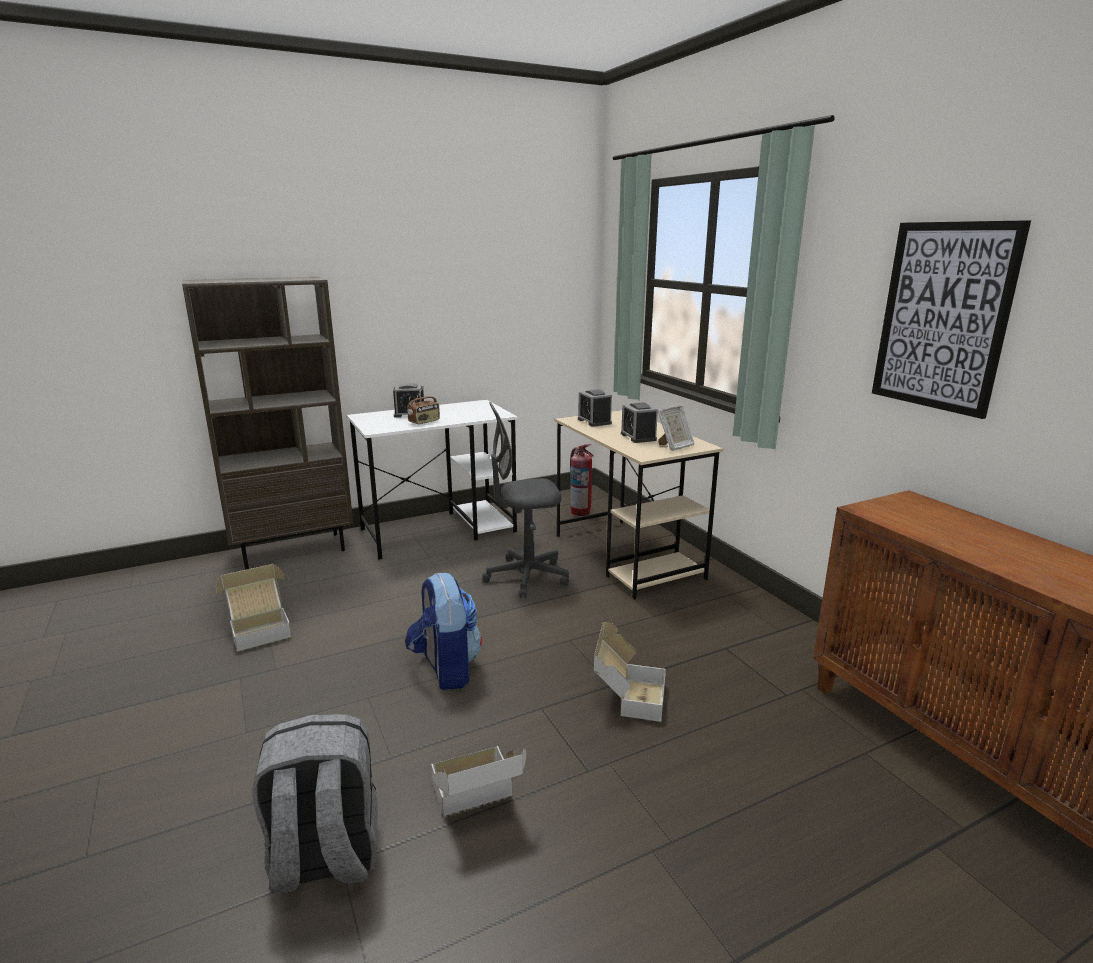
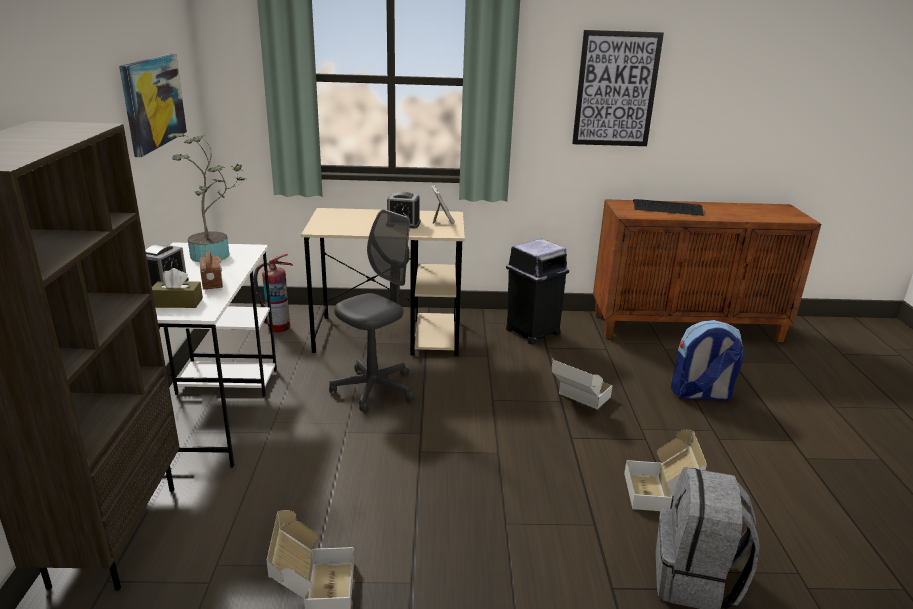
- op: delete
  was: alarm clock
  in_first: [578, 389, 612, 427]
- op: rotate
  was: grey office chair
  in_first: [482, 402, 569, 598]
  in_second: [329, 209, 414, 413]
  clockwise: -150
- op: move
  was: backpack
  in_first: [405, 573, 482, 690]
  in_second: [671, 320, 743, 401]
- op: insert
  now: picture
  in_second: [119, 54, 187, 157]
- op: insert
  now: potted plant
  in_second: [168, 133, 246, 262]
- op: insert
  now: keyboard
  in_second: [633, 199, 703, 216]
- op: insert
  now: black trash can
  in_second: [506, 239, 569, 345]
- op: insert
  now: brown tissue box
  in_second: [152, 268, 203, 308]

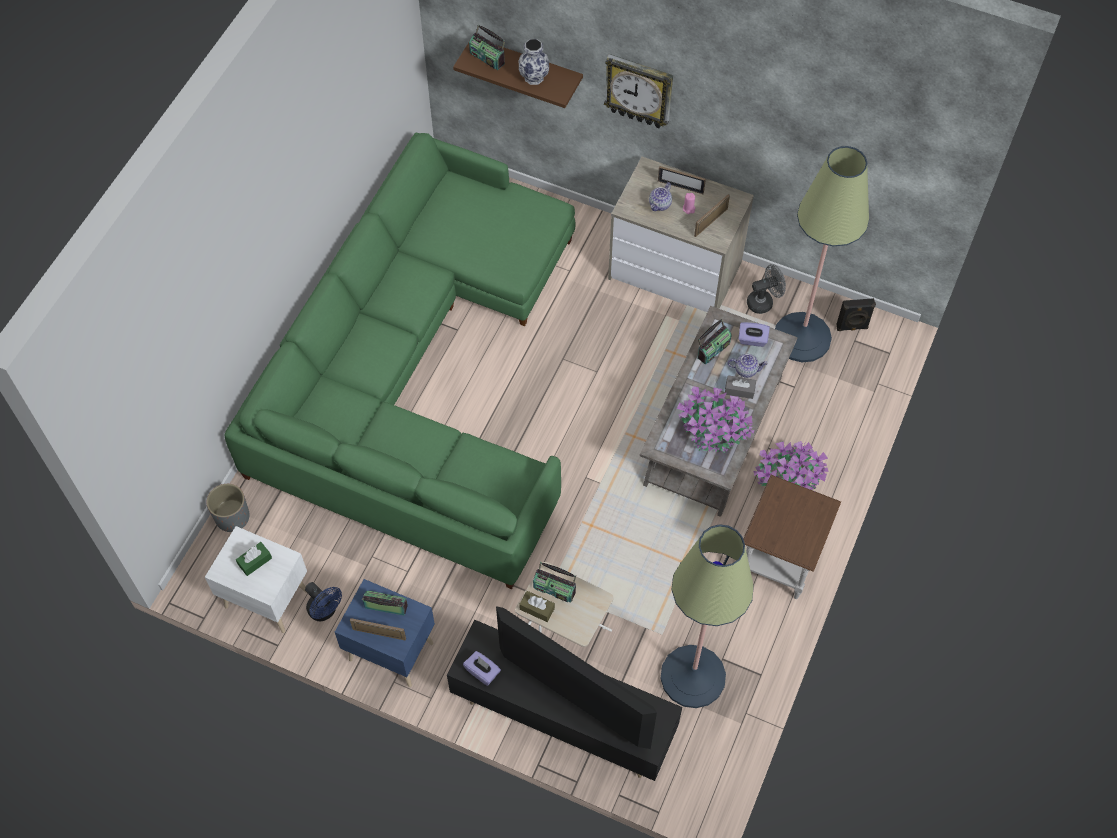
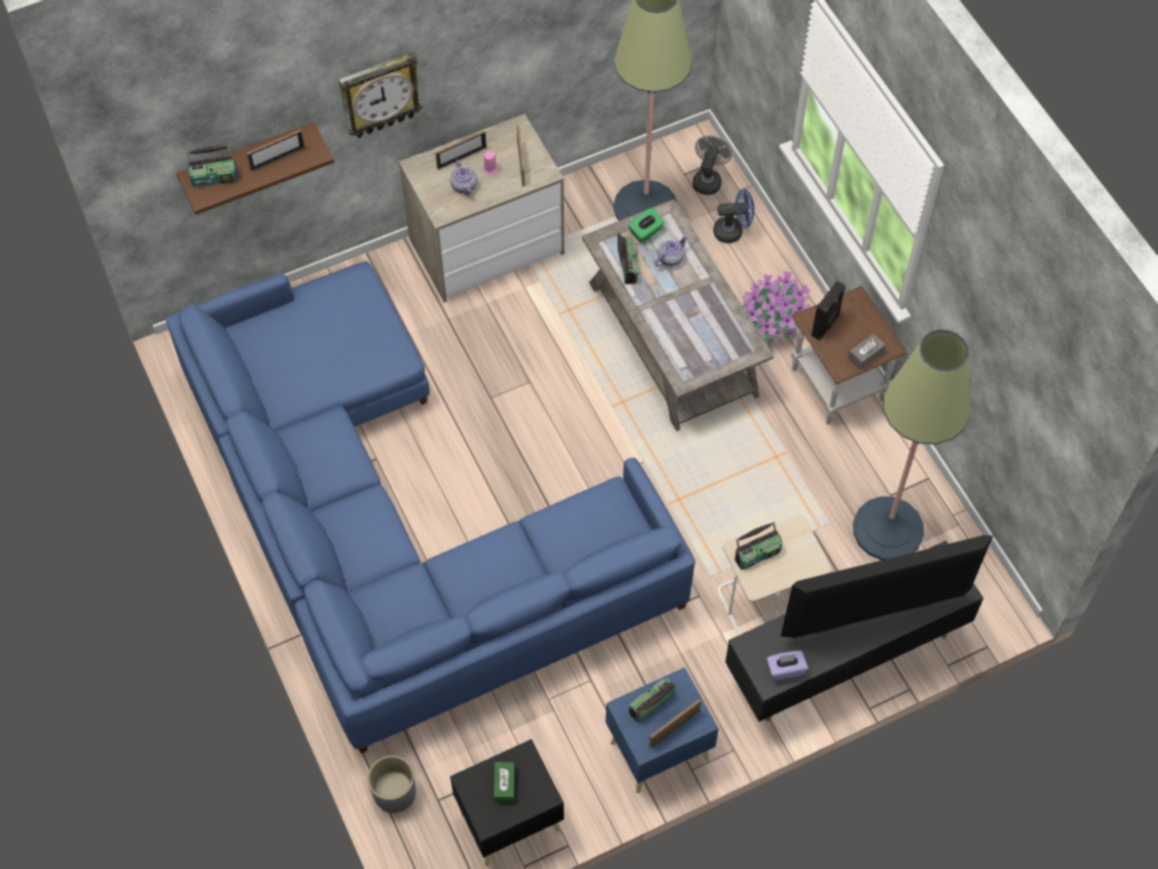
- op: replace
  was: vase
  now: picture frame
  in_first: [519, 39, 549, 85]
  in_second: [246, 129, 305, 172]
- op: recolor
  was: green sofa
  now: blue sofa
  in_first: [224, 133, 576, 589]
  in_second: [166, 261, 695, 754]
- op: move
  was: grey fan
  in_first: [747, 264, 786, 314]
  in_second: [693, 136, 732, 195]
- op: move
  was: black speaker
  in_first: [836, 298, 876, 331]
  in_second: [811, 281, 846, 341]
- op: recolor
  was: purple tissue box
  now: green tissue box
  in_first: [739, 322, 770, 347]
  in_second: [628, 208, 665, 243]
- op: move
  was: grey tissue box
  in_first: [725, 375, 756, 399]
  in_second: [848, 334, 885, 369]
- op: delete
  was: potted plant
  in_first: [677, 386, 754, 453]
- op: recolor
  was: white nightstand
  now: black nightstand
  in_first: [205, 526, 307, 633]
  in_second: [450, 739, 564, 866]
- op: move
  was: blue fan
  in_first: [305, 582, 342, 621]
  in_second: [713, 189, 754, 243]
- op: delete
  was: brown tissue box
  in_first: [519, 591, 555, 622]

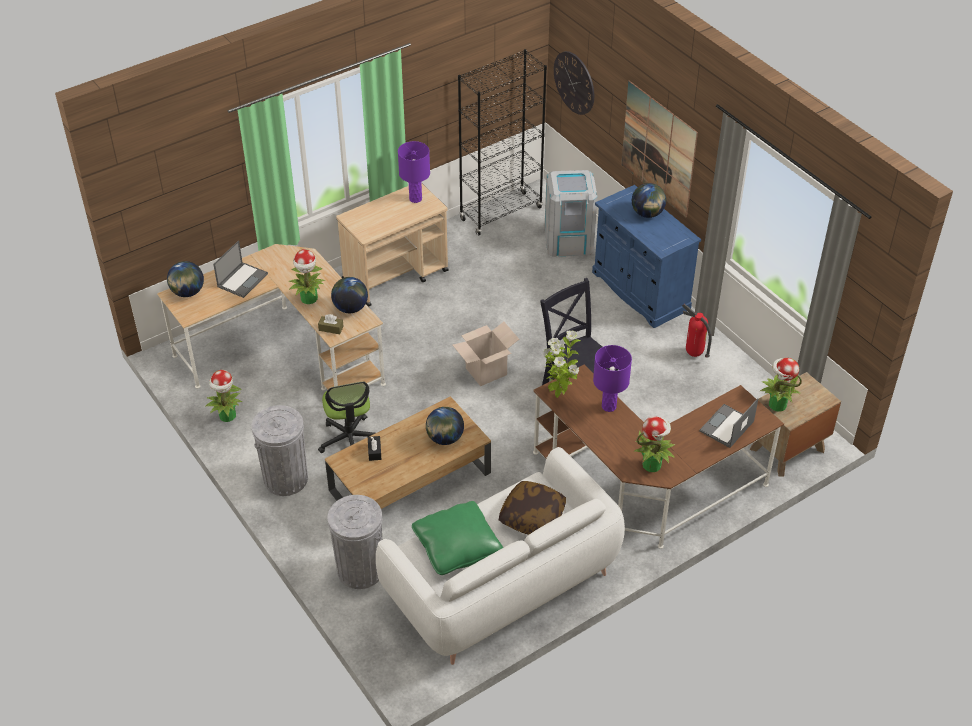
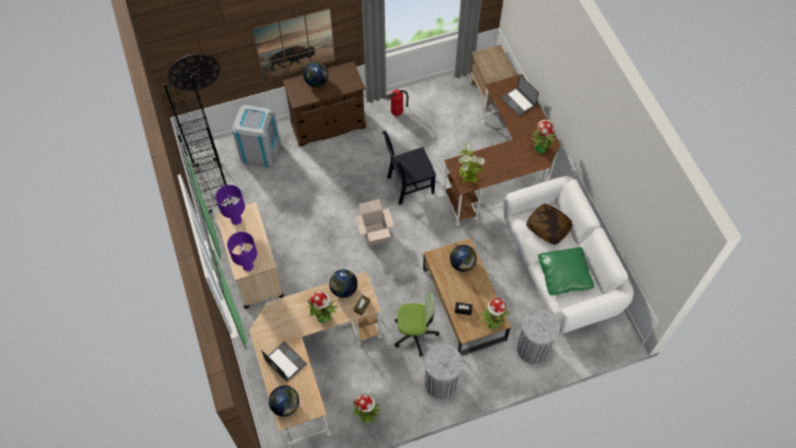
- op: recolor
  was: blue cabinet
  now: brown cabinet
  in_first: [592, 185, 701, 328]
  in_second: [282, 61, 366, 147]
- op: move
  was: purple table lamp
  in_first: [593, 345, 632, 412]
  in_second: [227, 232, 257, 271]
- op: move
  was: potted plant
  in_first: [759, 358, 802, 412]
  in_second: [480, 298, 510, 330]

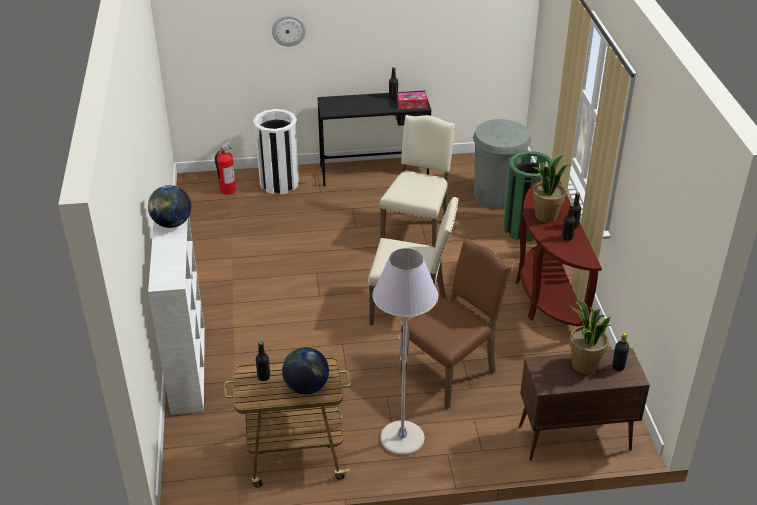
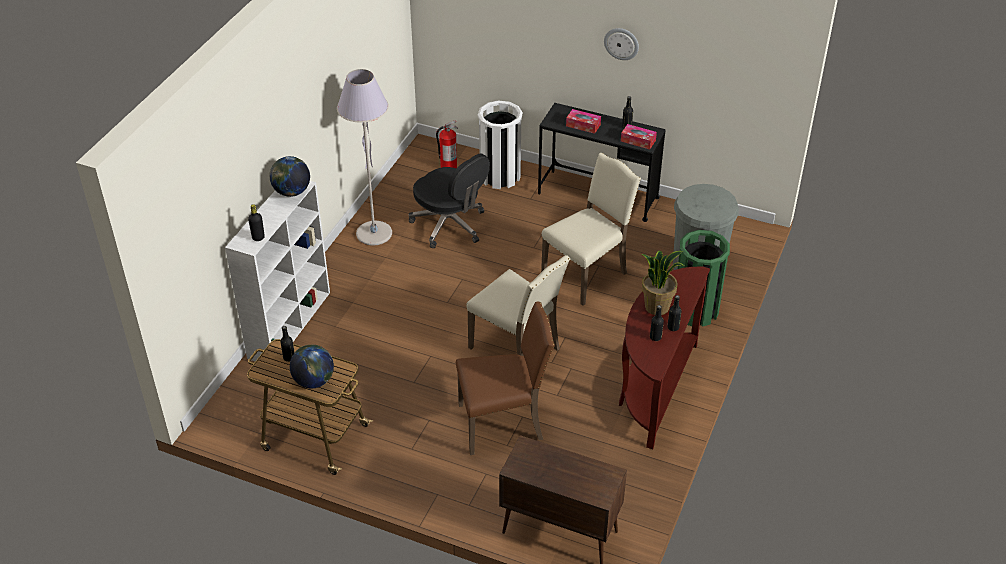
- op: move
  was: wall clock
  in_first: [272, 15, 306, 46]
  in_second: [604, 28, 639, 60]
- op: move
  was: grey floor lamp
  in_first: [372, 248, 438, 455]
  in_second: [337, 69, 392, 245]
- op: delete
  was: potted plant
  in_first: [569, 301, 611, 374]
- op: move
  was: black bottle
  in_first: [612, 332, 629, 371]
  in_second: [248, 204, 265, 241]
- op: insert
  now: tissue box
  in_second: [566, 109, 601, 134]
- op: insert
  now: black office chair
  in_second: [408, 154, 490, 248]

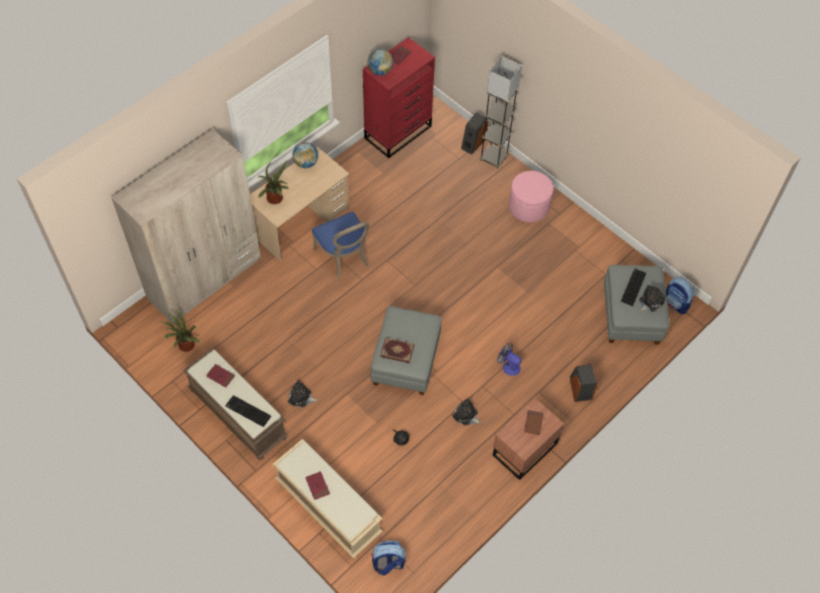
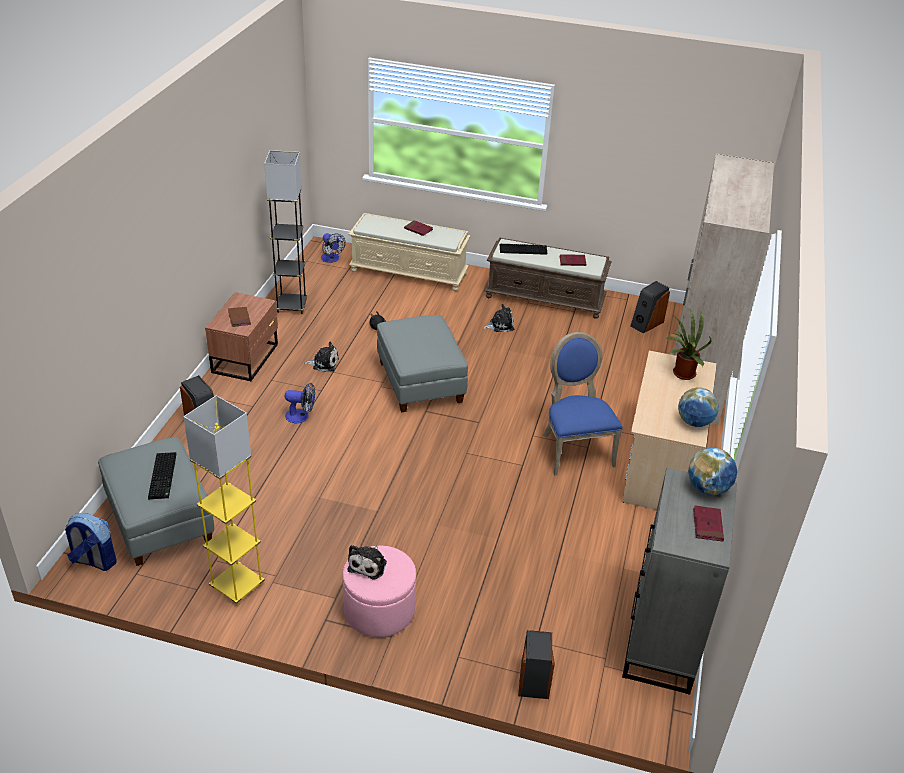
- op: recolor
  was: red dresser
  now: grey dresser
  in_first: [362, 37, 435, 158]
  in_second: [622, 468, 737, 695]
- op: move
  was: grey floor lamp
  in_first: [479, 56, 522, 169]
  in_second: [264, 150, 307, 314]
- op: rotate
  was: blue chair
  in_first: [312, 212, 369, 279]
  in_second: [543, 332, 623, 475]
  clockwise: 45
- op: move
  was: plush toy
  in_first: [639, 285, 665, 313]
  in_second: [347, 545, 387, 579]
- op: replace
  was: potted plant
  now: speaker
  in_first: [160, 310, 200, 352]
  in_second: [630, 281, 670, 333]
- op: delete
  was: book
  in_first: [380, 337, 415, 363]
- op: replace
  was: backpack
  now: fan
  in_first: [371, 541, 406, 575]
  in_second: [321, 233, 346, 263]
- op: insert
  now: yellow floor lamp
  in_second: [183, 395, 264, 605]

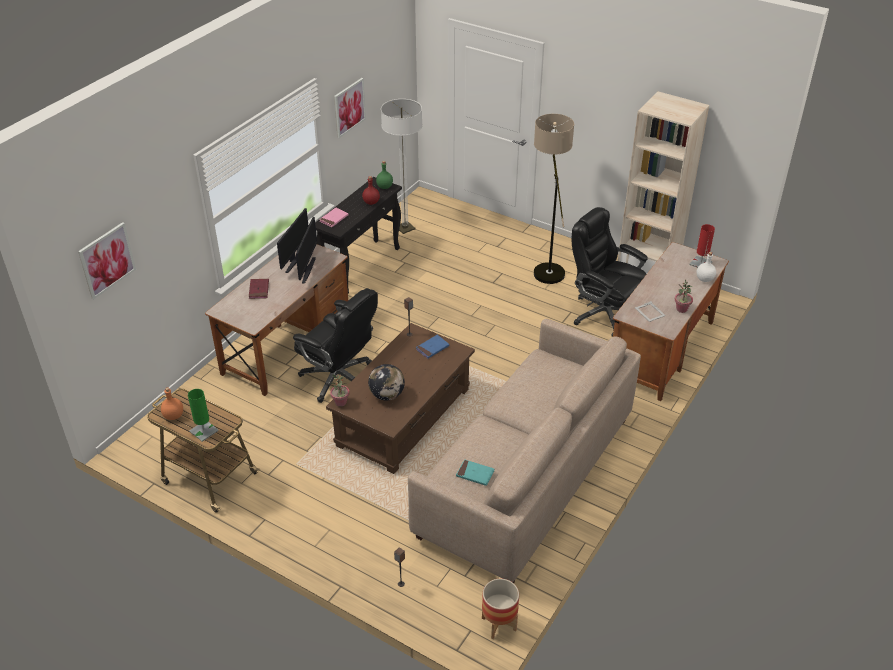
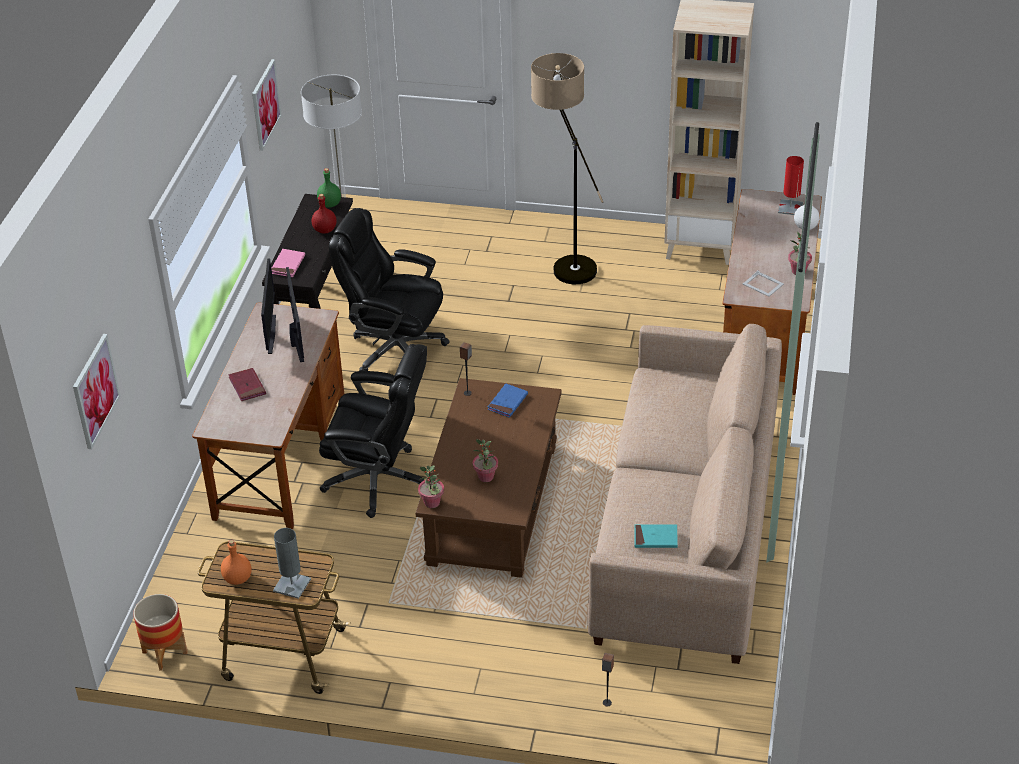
- op: move
  was: black office chair
  in_first: [572, 207, 648, 337]
  in_second: [329, 208, 450, 376]
- op: replace
  was: globe
  now: potted plant
  in_first: [368, 364, 405, 401]
  in_second: [472, 439, 498, 482]
- op: recolor
  was: green table lamp
  now: grey table lamp
  in_first: [188, 389, 219, 442]
  in_second: [273, 528, 311, 599]
- op: move
  was: planter
  in_first: [482, 579, 519, 639]
  in_second: [133, 594, 188, 670]

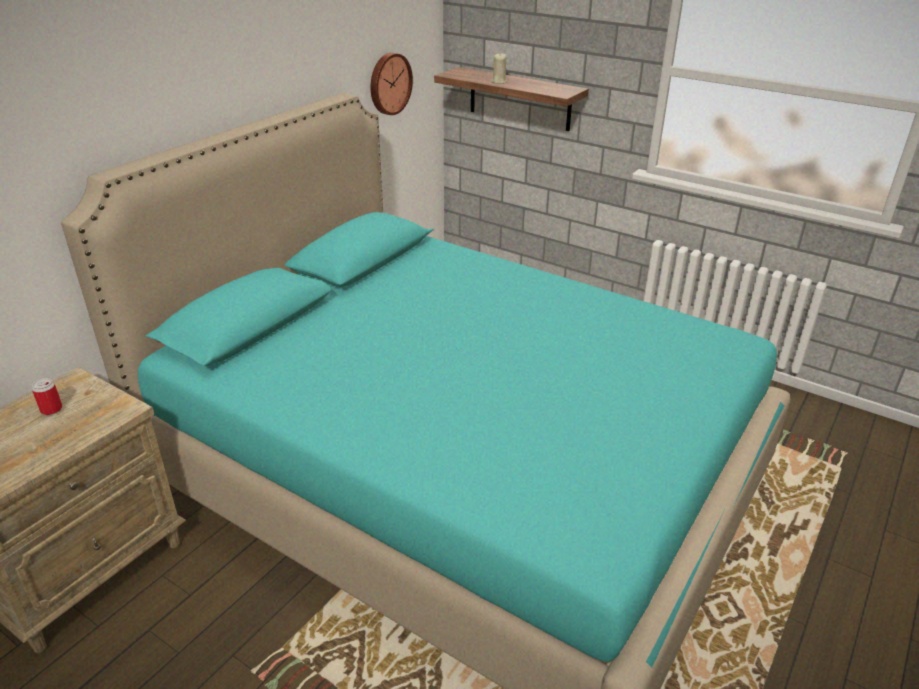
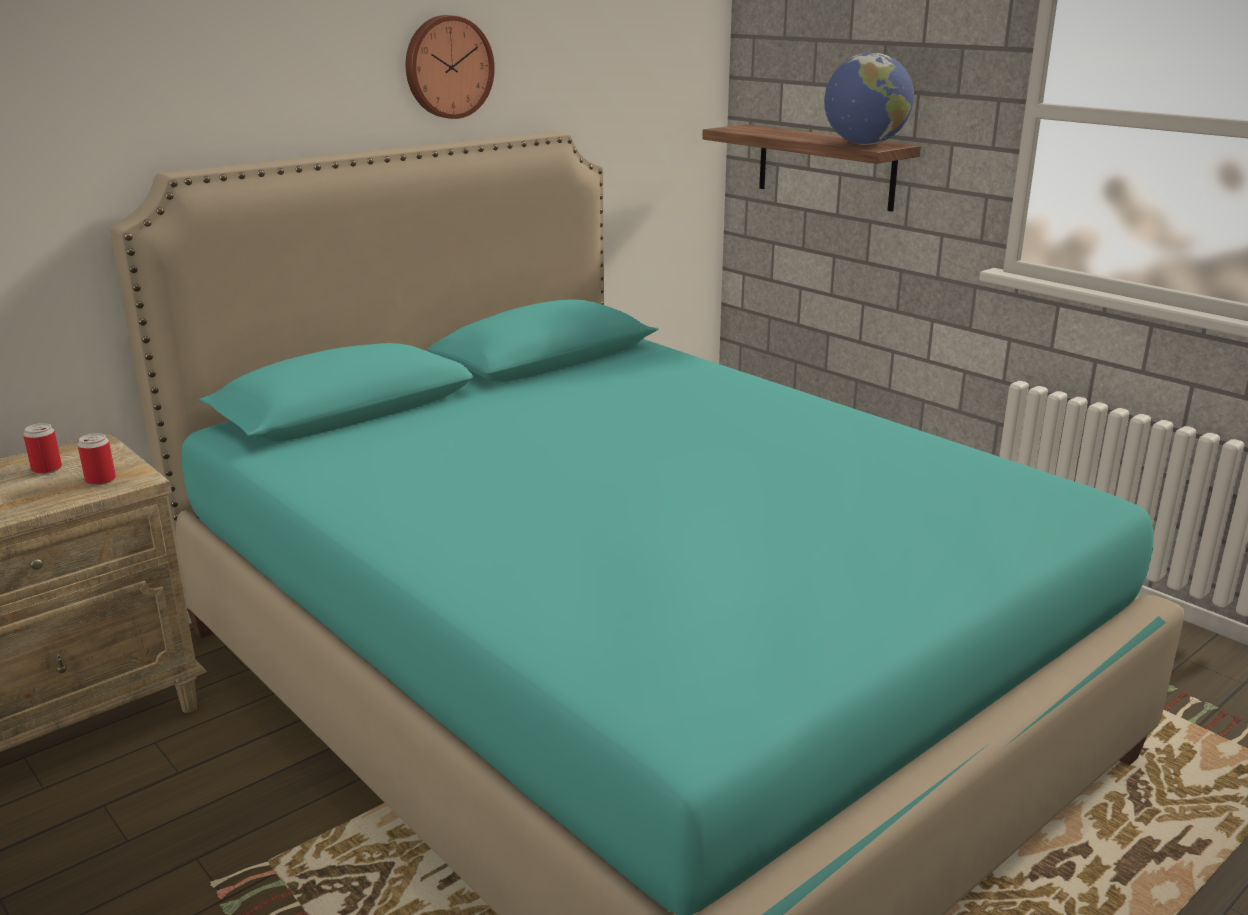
- op: move
  was: wall clock
  in_first: [371, 53, 413, 115]
  in_second: [406, 15, 495, 119]
- op: delete
  was: beige candle
  in_first: [491, 53, 507, 84]
- op: insert
  now: globe
  in_second: [824, 53, 914, 145]
- op: insert
  now: can
  in_second: [78, 433, 116, 485]

